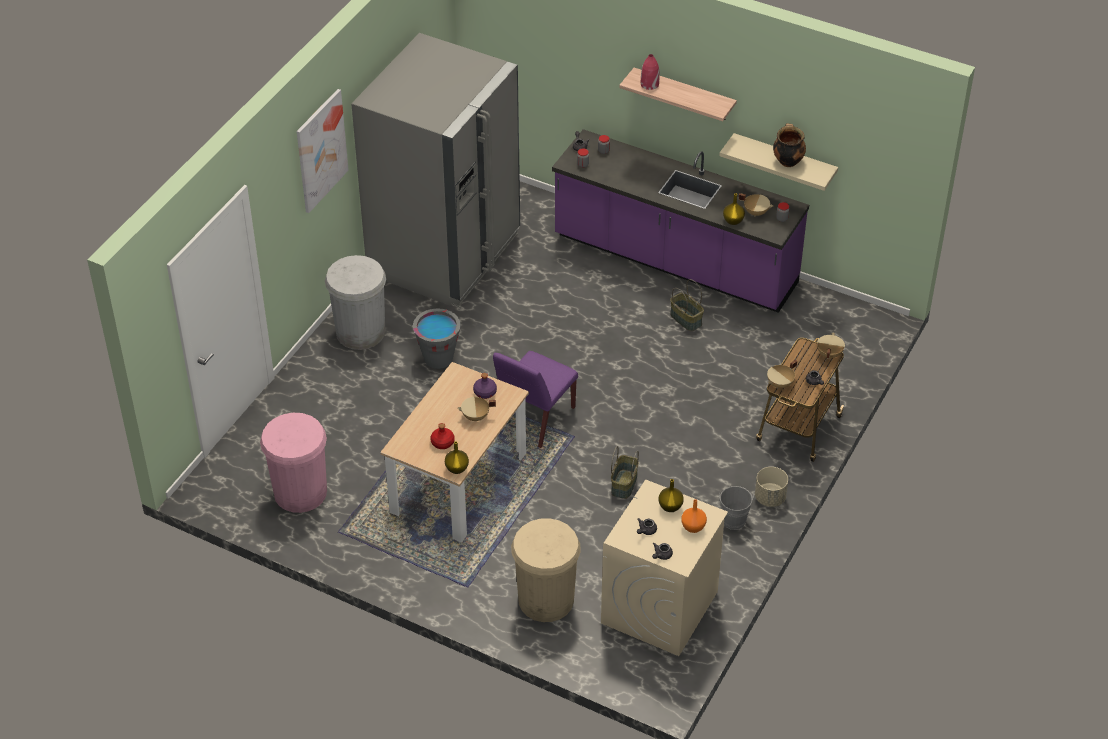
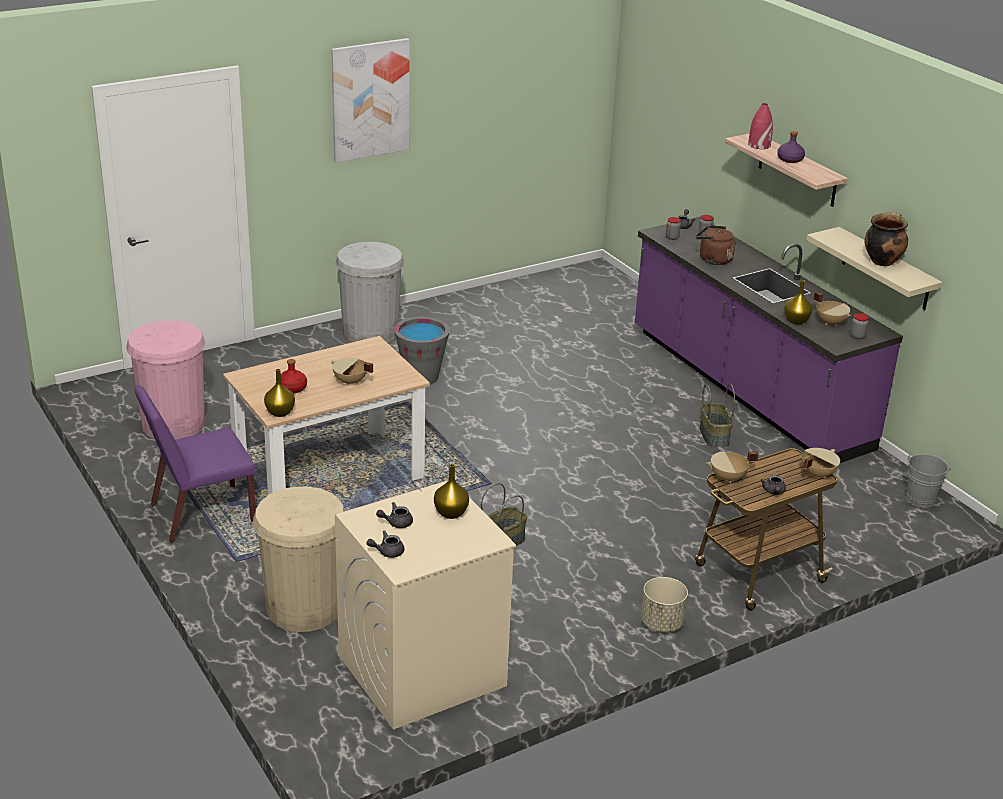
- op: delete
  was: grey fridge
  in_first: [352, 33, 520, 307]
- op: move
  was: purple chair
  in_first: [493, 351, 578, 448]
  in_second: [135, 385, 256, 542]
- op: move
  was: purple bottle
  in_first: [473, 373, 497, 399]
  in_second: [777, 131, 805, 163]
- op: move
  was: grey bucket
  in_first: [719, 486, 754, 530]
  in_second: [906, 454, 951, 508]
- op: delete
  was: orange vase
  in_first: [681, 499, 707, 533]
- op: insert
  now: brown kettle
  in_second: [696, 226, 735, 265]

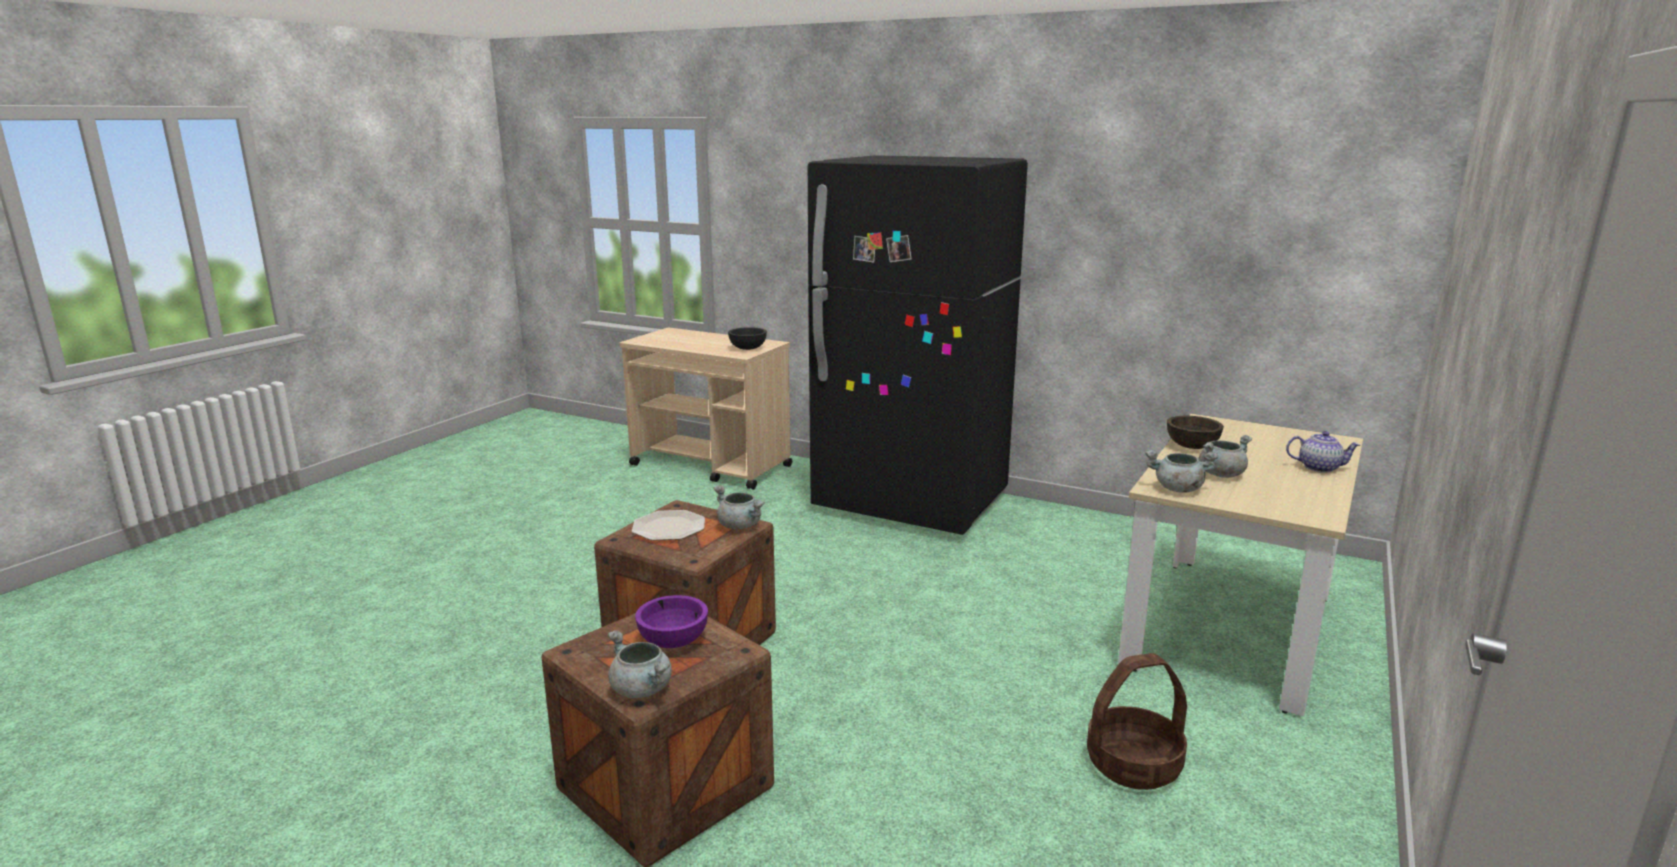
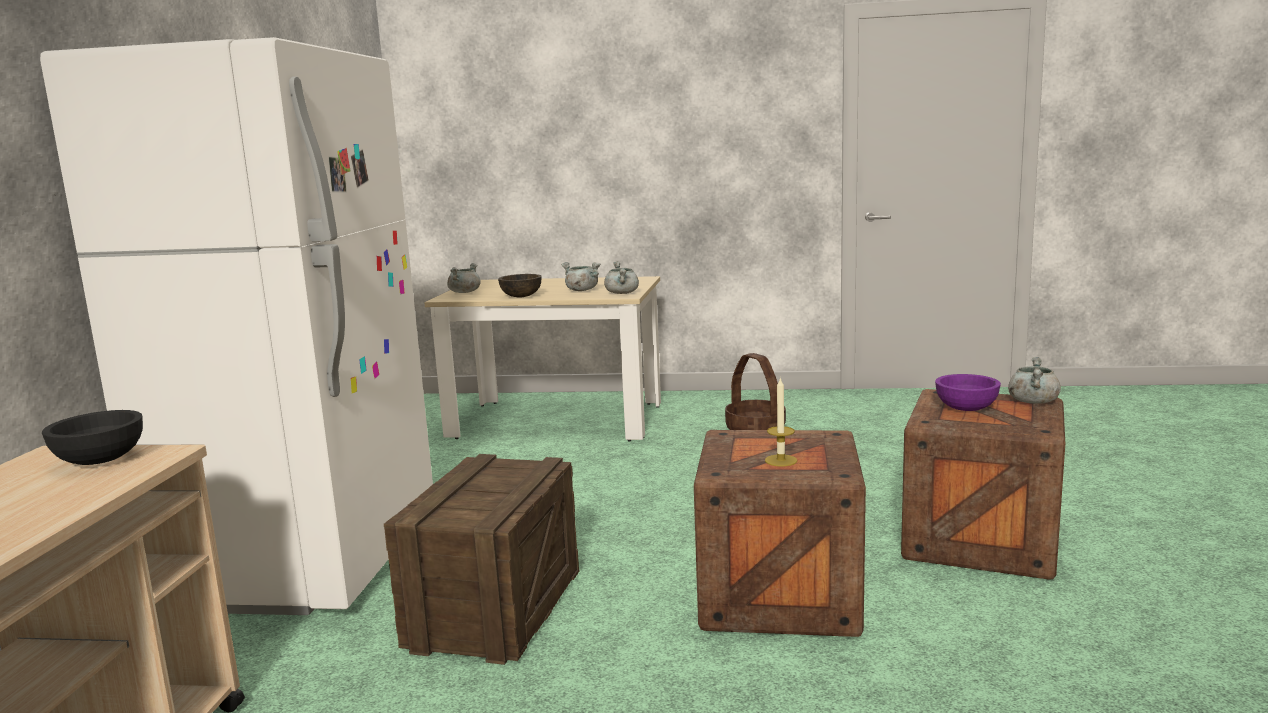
- op: recolor
  was: black fridge
  now: white fridge
  in_first: [808, 155, 1028, 535]
  in_second: [40, 37, 433, 615]
- op: delete
  was: teapot
  in_first: [1286, 431, 1361, 473]
- op: move
  was: grey cooking pot
  in_first: [713, 485, 765, 529]
  in_second: [447, 263, 481, 293]
- op: replace
  was: plate
  now: candle
  in_first: [632, 510, 705, 541]
  in_second: [765, 377, 797, 466]
- op: insert
  now: crate
  in_second: [384, 454, 579, 665]

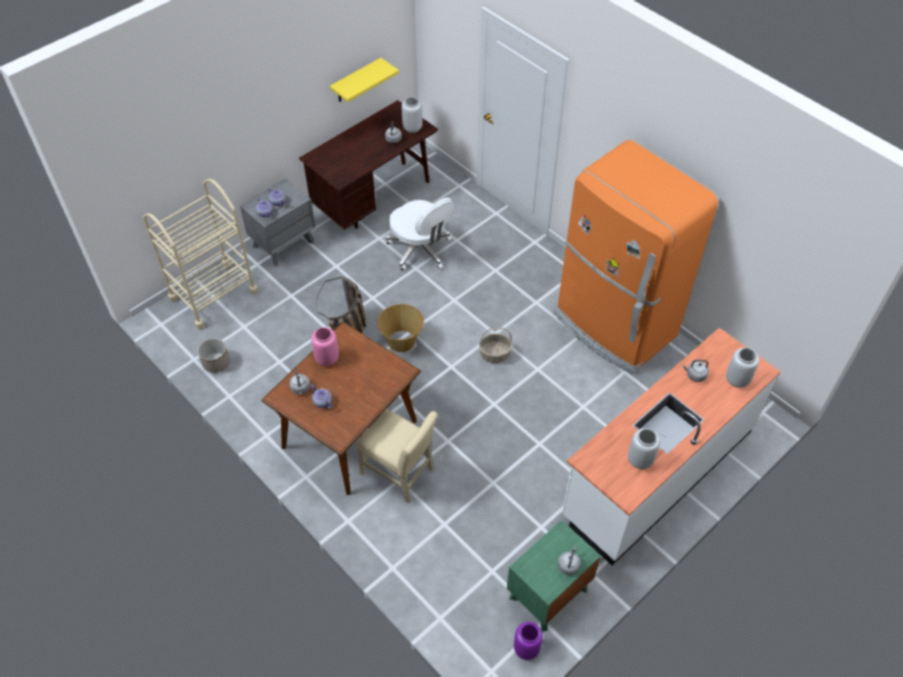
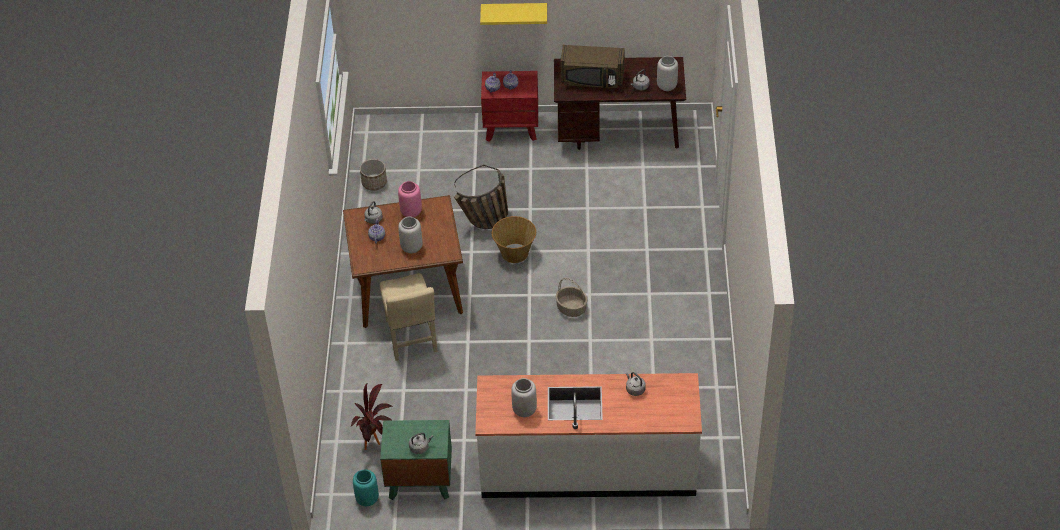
- op: move
  was: yellow shelf
  in_first: [330, 58, 399, 102]
  in_second: [480, 3, 547, 25]
- op: delete
  was: orange fridge
  in_first: [553, 140, 718, 374]
- op: recolor
  was: grey nightstand
  now: red nightstand
  in_first: [240, 178, 316, 267]
  in_second: [481, 71, 538, 142]
- op: delete
  was: beige cart
  in_first: [143, 179, 259, 330]
- op: delete
  was: white office chair
  in_first: [386, 197, 455, 271]
- op: move
  was: grey vase
  in_first: [726, 348, 759, 388]
  in_second: [398, 217, 423, 253]
- op: recolor
  was: purple vase
  now: turquoise vase
  in_first: [514, 622, 543, 660]
  in_second: [353, 470, 379, 506]
- op: insert
  now: brown microwave
  in_second: [561, 45, 625, 88]
- op: insert
  now: potted plant
  in_second: [351, 382, 393, 450]

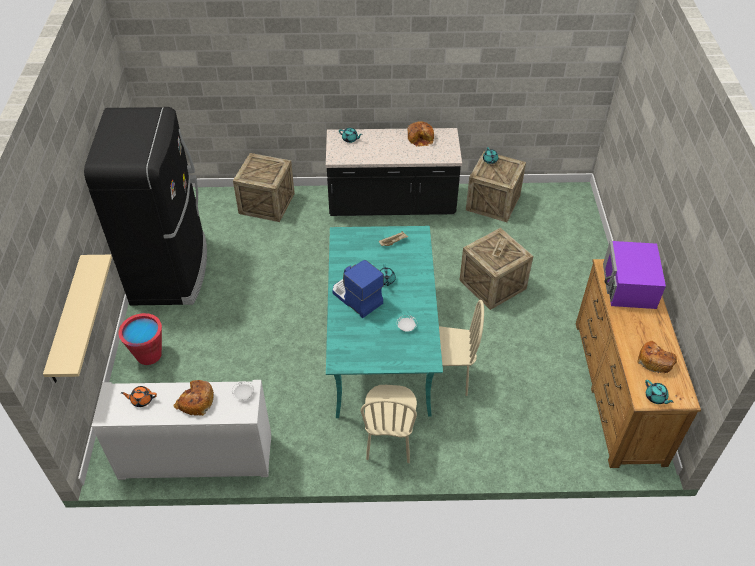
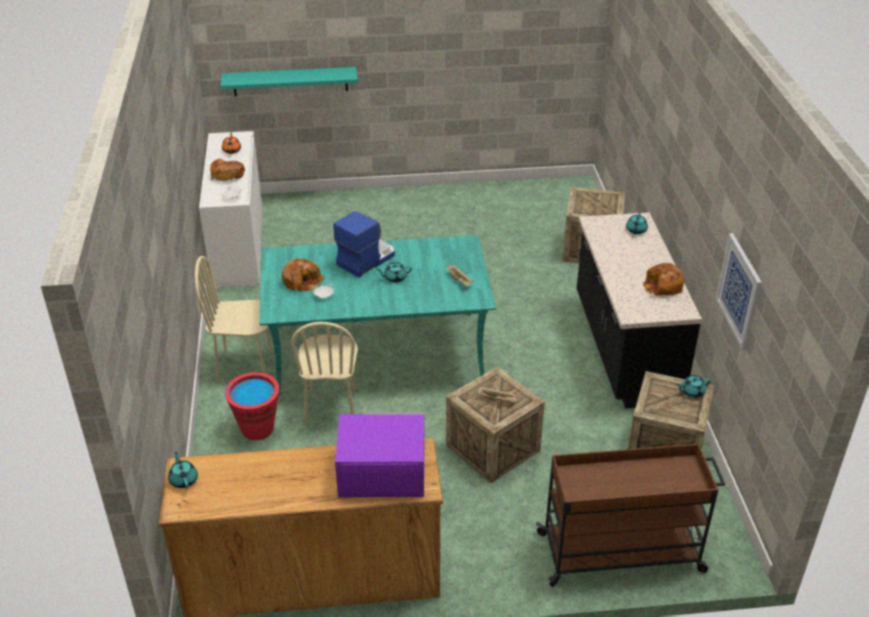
- op: delete
  was: black fridge
  in_first: [84, 107, 207, 305]
- op: recolor
  was: beige shelf
  now: turquoise shelf
  in_first: [43, 255, 112, 383]
  in_second: [221, 67, 358, 96]
- op: move
  was: red bucket
  in_first: [118, 313, 162, 365]
  in_second: [225, 372, 279, 440]
- op: move
  was: bread
  in_first: [637, 341, 677, 374]
  in_second: [282, 259, 325, 291]
- op: rotate
  was: turquoise teapot
  in_first: [645, 380, 674, 404]
  in_second: [168, 452, 198, 489]
  clockwise: 105
- op: insert
  now: picture
  in_second: [716, 233, 762, 350]
- op: insert
  now: brown cart
  in_second: [536, 444, 725, 587]

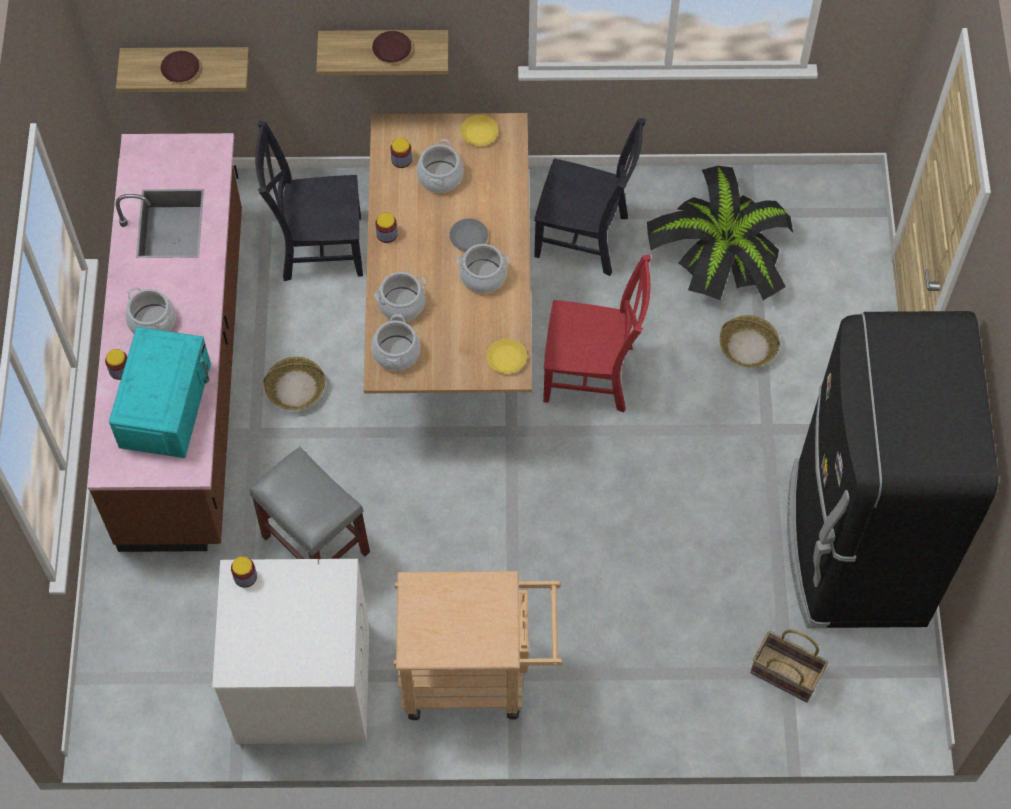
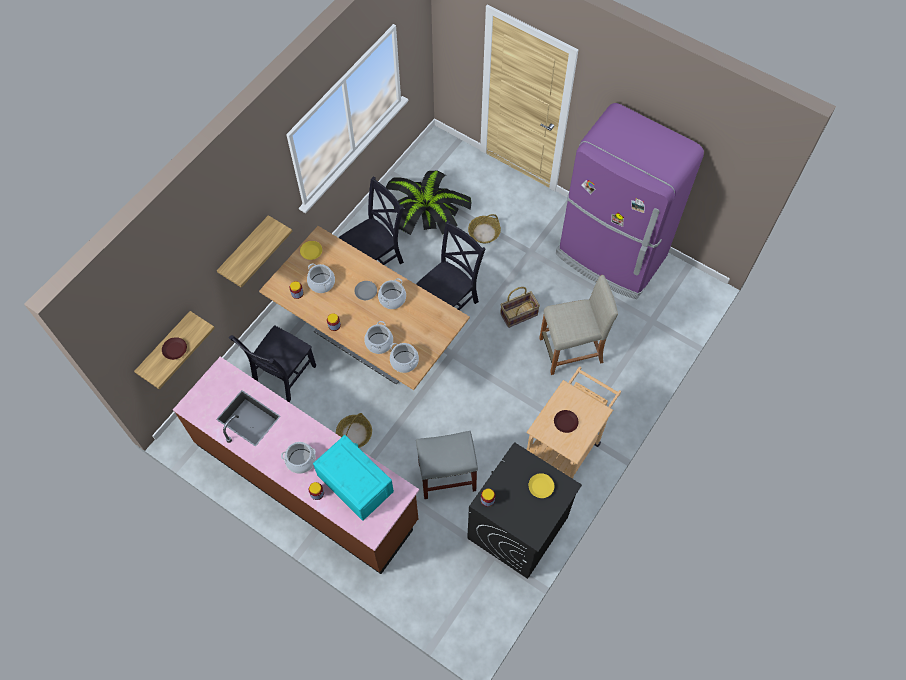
- op: move
  was: brown plate
  in_first: [372, 31, 412, 63]
  in_second: [554, 410, 579, 433]
- op: recolor
  was: red chair
  now: black chair
  in_first: [543, 255, 651, 412]
  in_second: [416, 220, 485, 310]
- op: recolor
  was: black fridge
  now: purple fridge
  in_first: [787, 311, 998, 628]
  in_second: [556, 103, 704, 299]
- op: move
  was: yellow plate
  in_first: [487, 339, 527, 374]
  in_second: [529, 473, 554, 498]
- op: recolor
  was: white washing machine
  now: black washing machine
  in_first: [212, 559, 369, 744]
  in_second: [467, 442, 582, 579]
- op: move
  was: basket
  in_first: [750, 630, 828, 702]
  in_second: [500, 287, 540, 328]
- op: insert
  now: beige stool
  in_second: [539, 275, 618, 375]

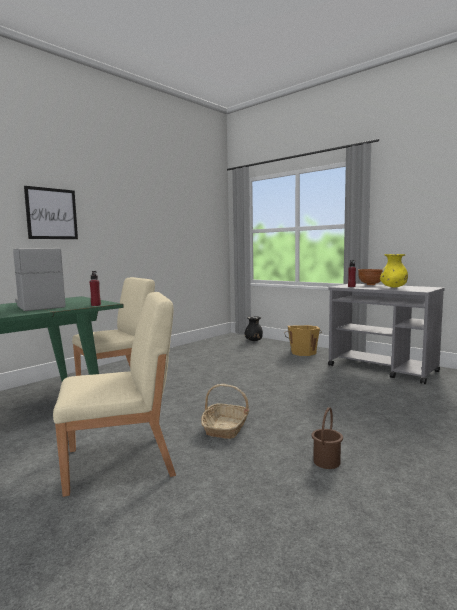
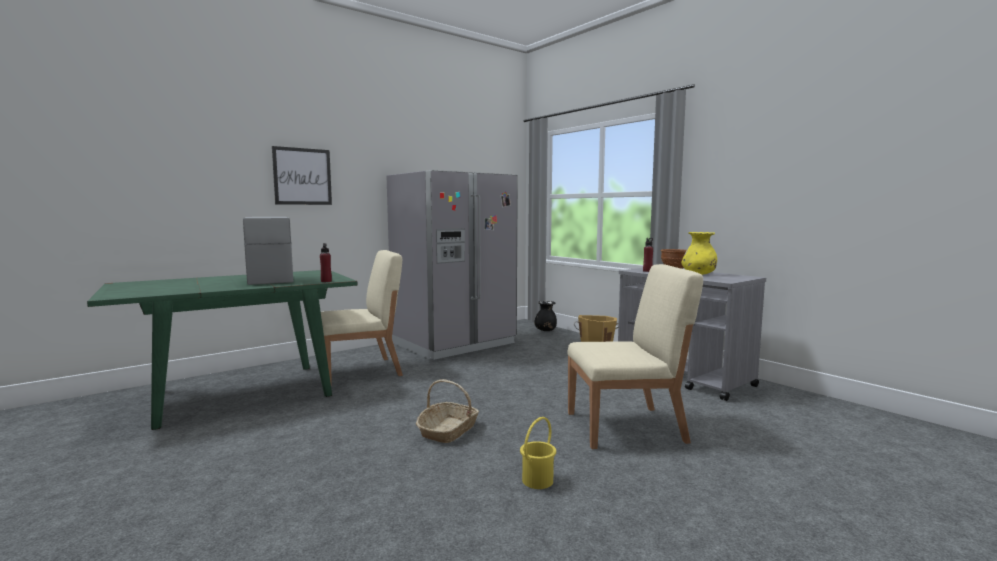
- op: move
  was: beige chair
  in_first: [53, 292, 176, 497]
  in_second: [567, 264, 703, 449]
- op: recolor
  was: brown bucket
  now: yellow bucket
  in_first: [312, 407, 343, 469]
  in_second: [520, 417, 556, 489]
- op: insert
  now: grey fridge
  in_second: [387, 170, 518, 360]

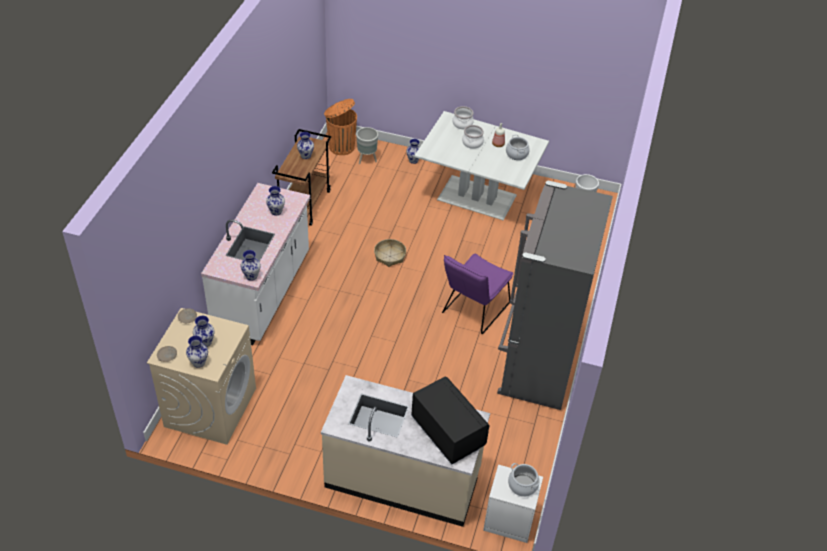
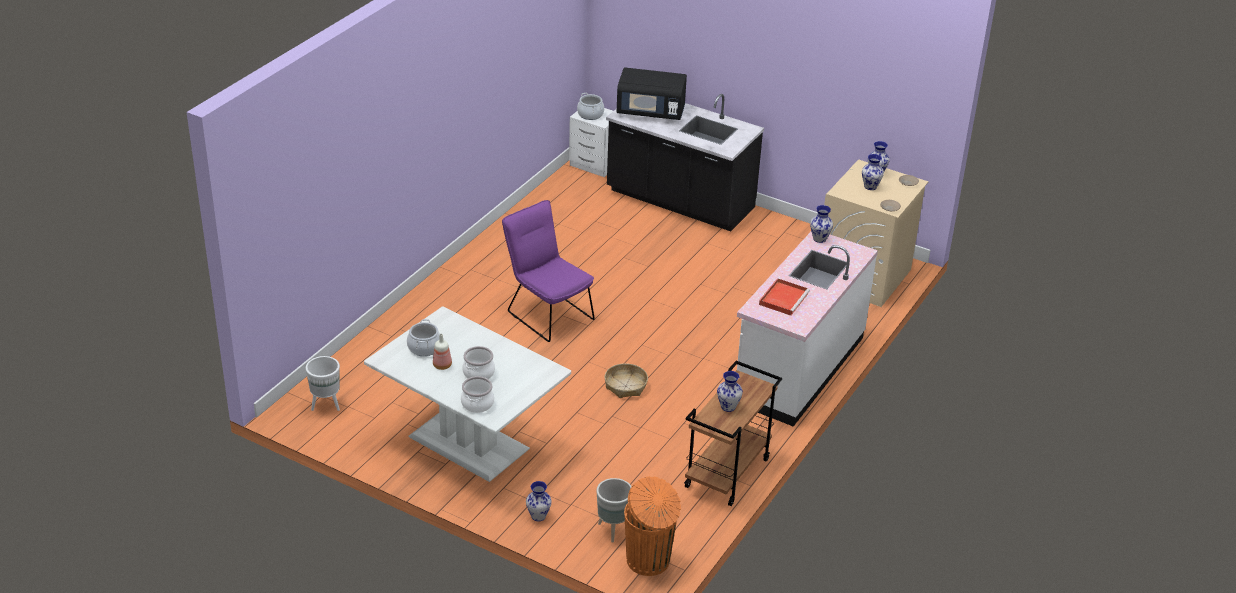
- op: delete
  was: grey fridge
  in_first: [497, 181, 613, 410]
- op: replace
  was: vase
  now: red tray
  in_first: [266, 186, 285, 216]
  in_second: [759, 278, 810, 316]
- op: rotate
  was: purple chair
  in_first: [442, 254, 513, 334]
  in_second: [502, 200, 595, 342]
  clockwise: -90
- op: recolor
  was: beige counter
  now: black counter
  in_first: [321, 375, 490, 527]
  in_second: [606, 94, 764, 231]
- op: rotate
  was: black microwave
  in_first: [411, 377, 489, 464]
  in_second: [617, 67, 687, 120]
  clockwise: -60

